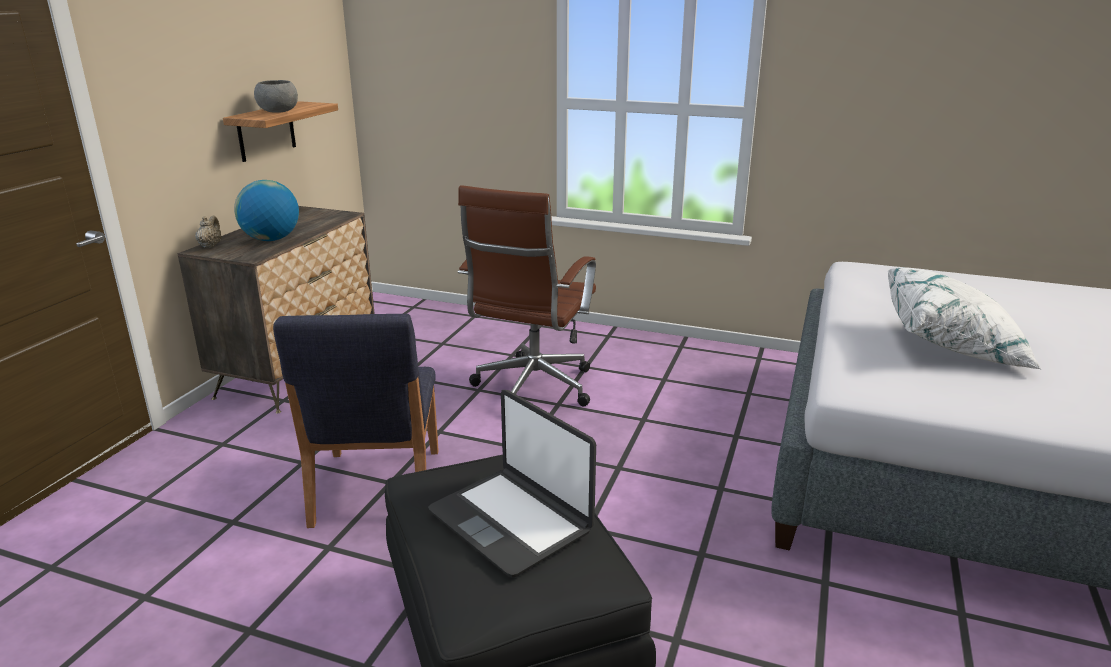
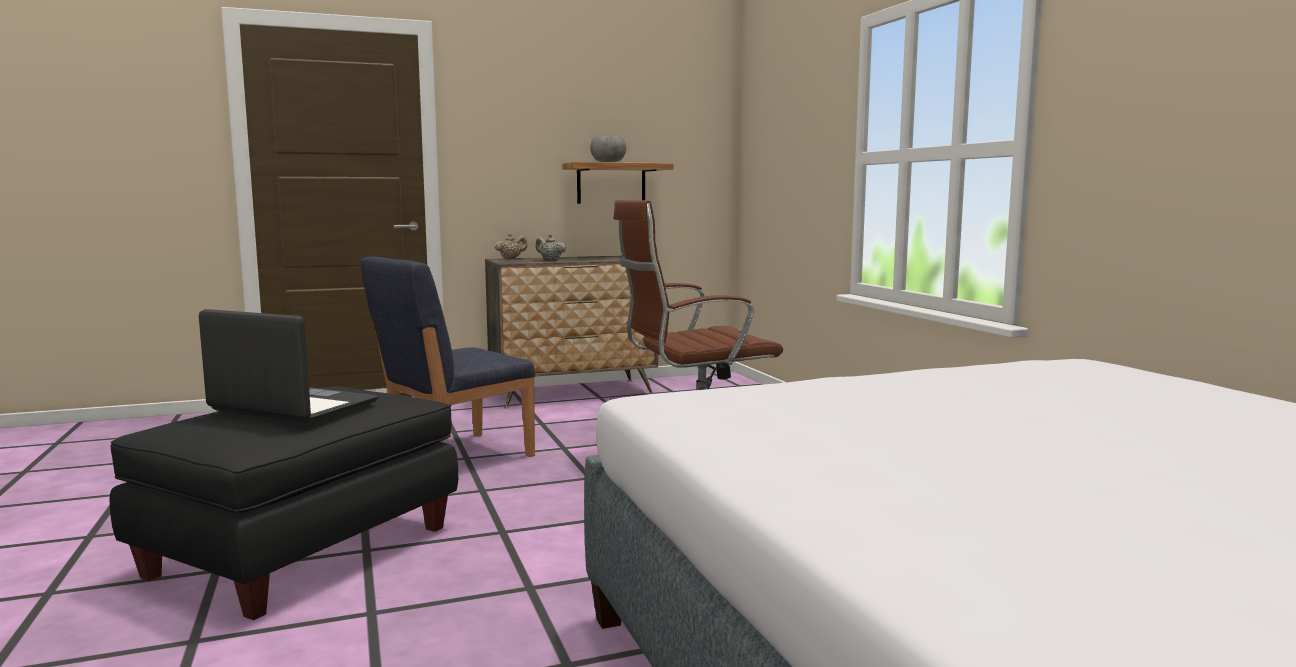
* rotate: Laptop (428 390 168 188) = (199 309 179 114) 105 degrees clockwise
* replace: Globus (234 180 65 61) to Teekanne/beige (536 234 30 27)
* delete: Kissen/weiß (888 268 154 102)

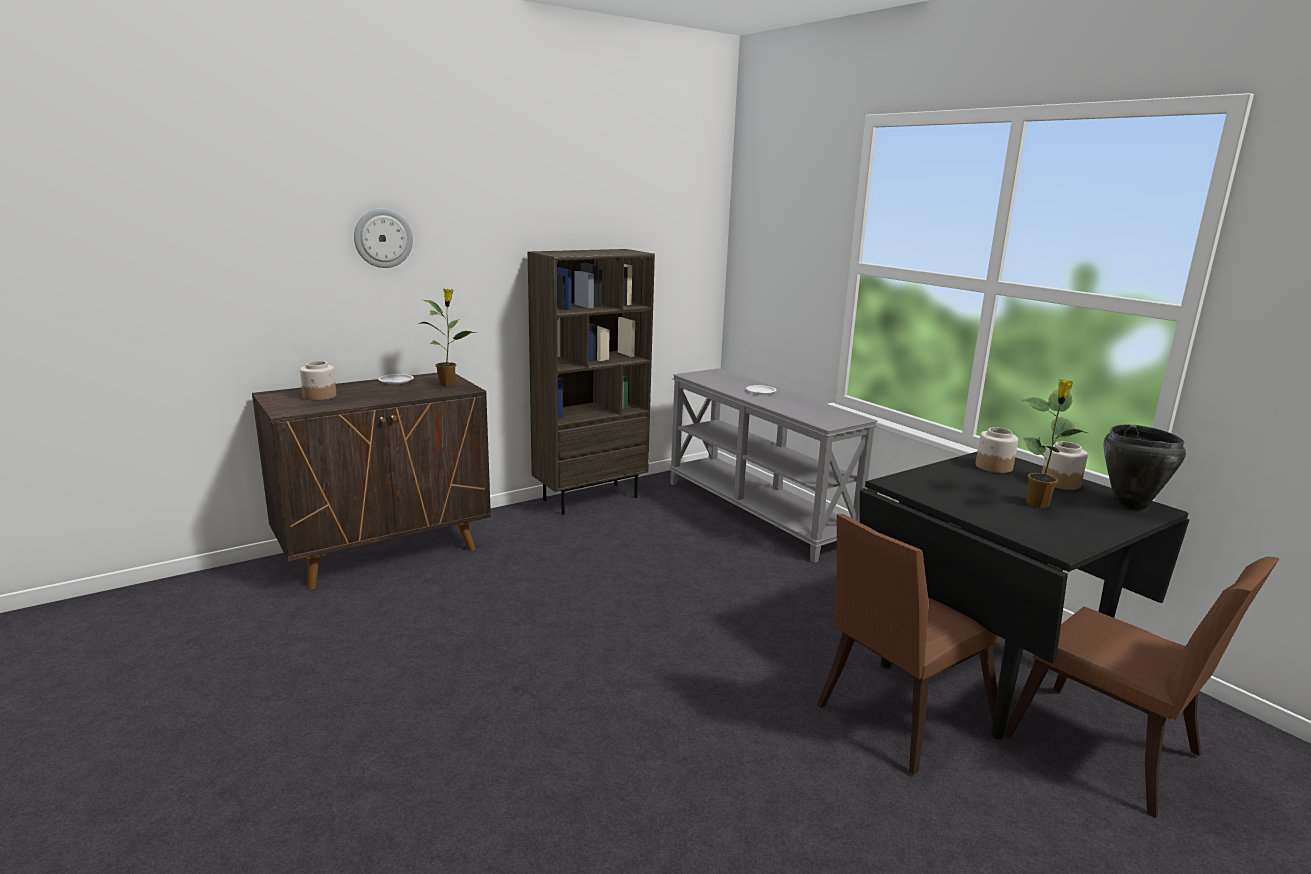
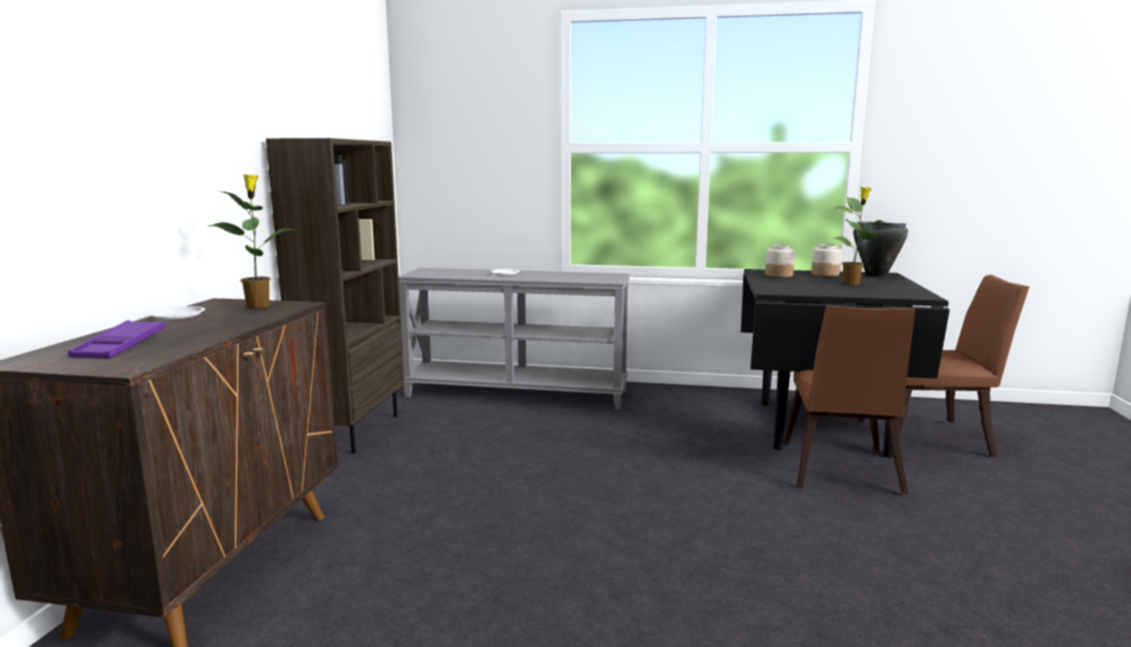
* replace: Vorratsglas (300 361 36 40) to Tablett/lila (68 320 97 38)
* delete: Wanduhr (354 208 59 60)

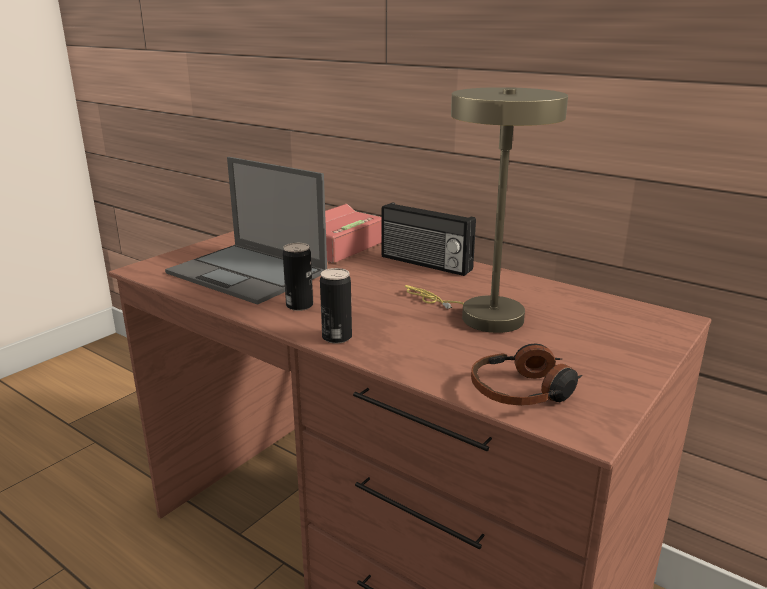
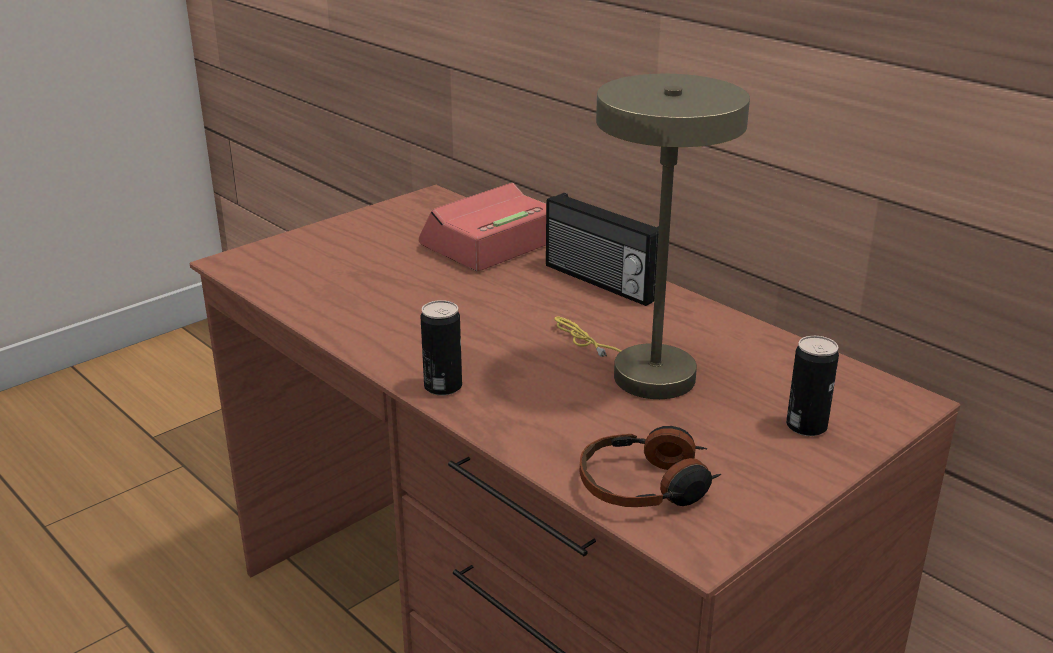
* move: Dose (283 243 30 68) to (786 336 53 100)
* delete: Laptop (165 157 162 148)

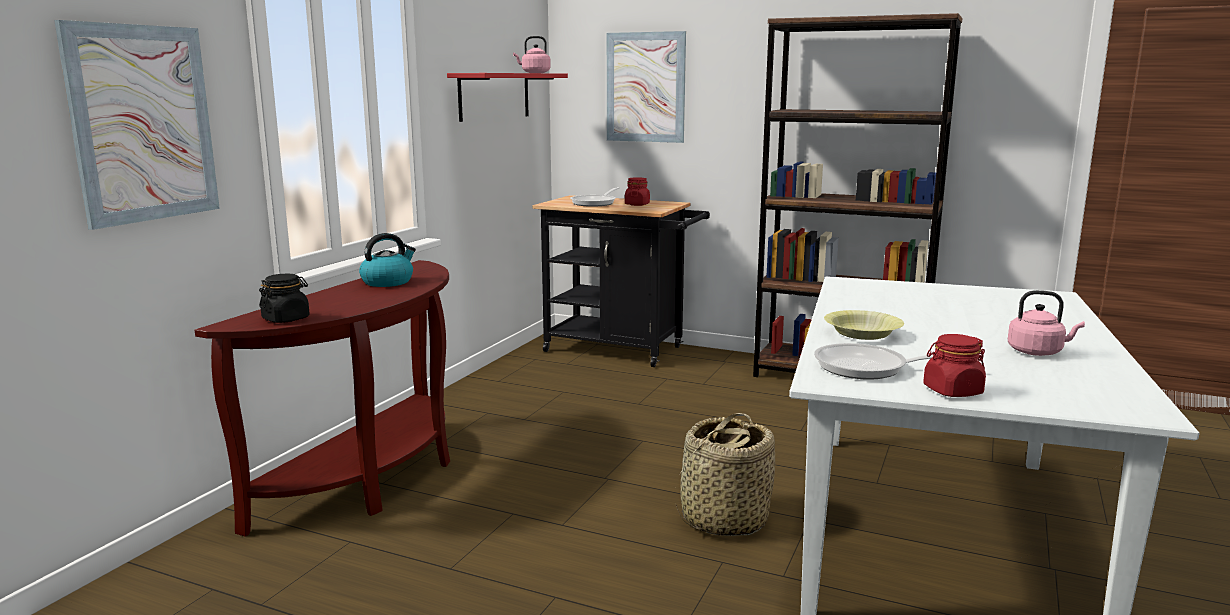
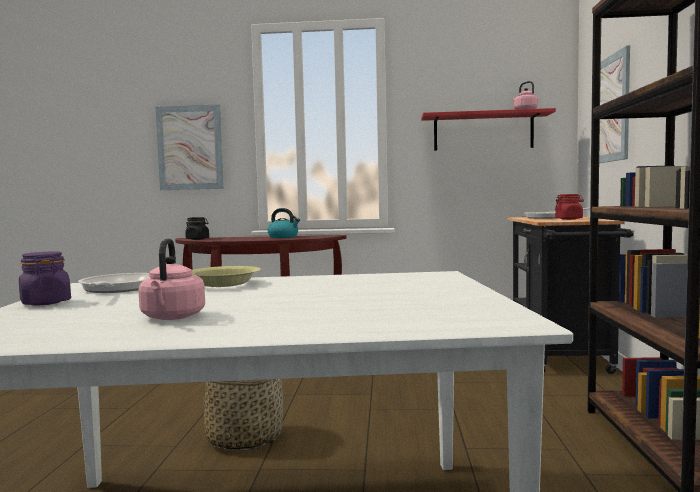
* recolor: Vorratsglas/rot (923 334 63 63) to Vorratsglas/lila (19 251 52 54)

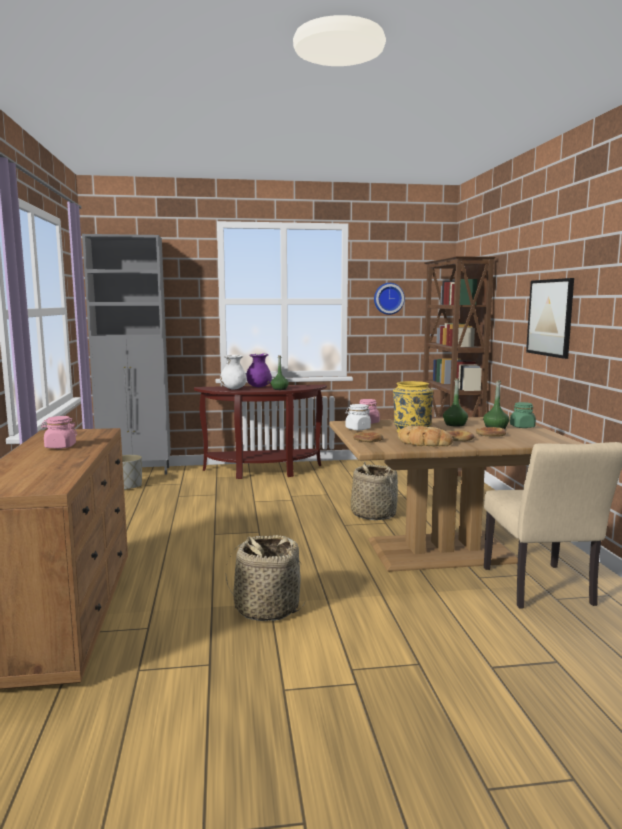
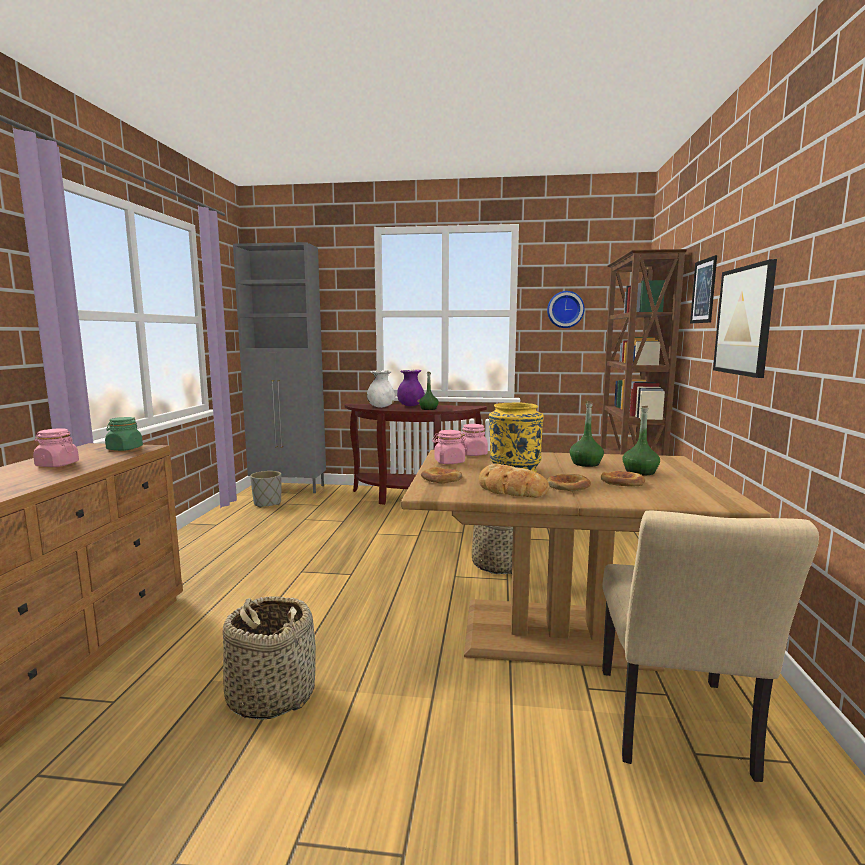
* move: Vorratsglas/grün (510 402 26 26) to (105 417 38 34)
* recolor: Vorratsglas/weiß (346 404 25 26) to Vorratsglas/rosa (432 430 35 34)
* insert: Bild (690 255 27 68)

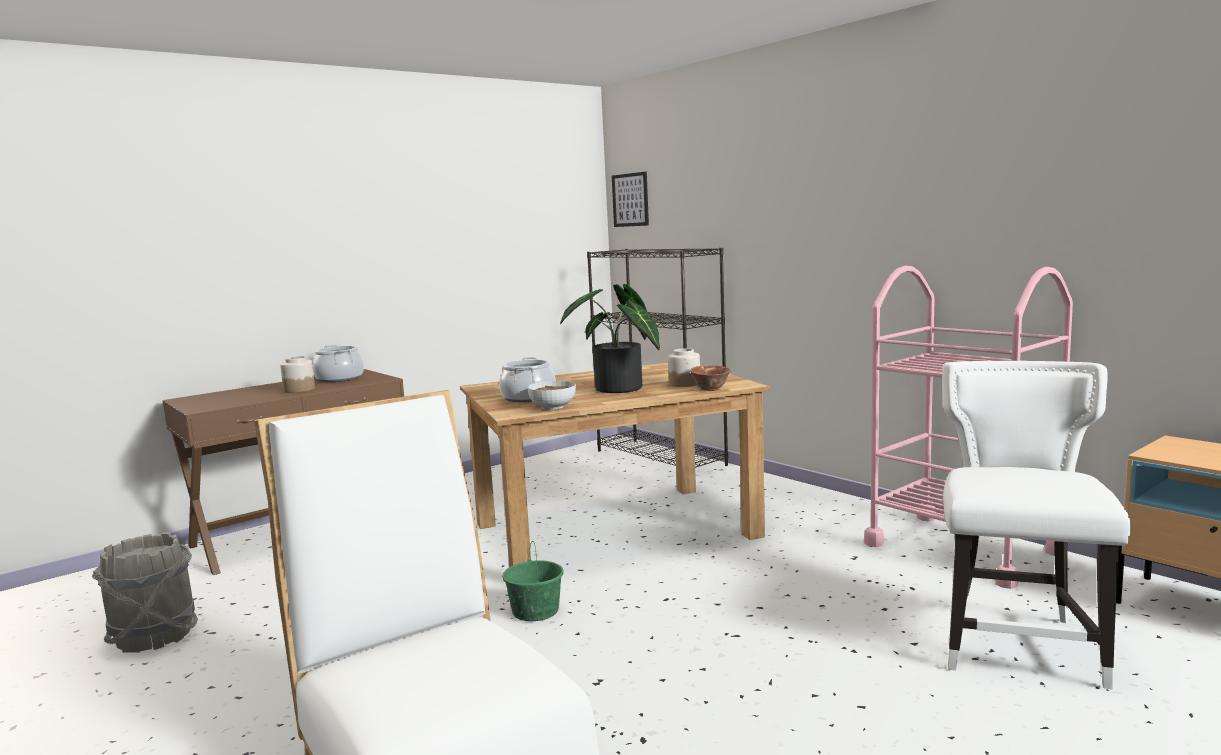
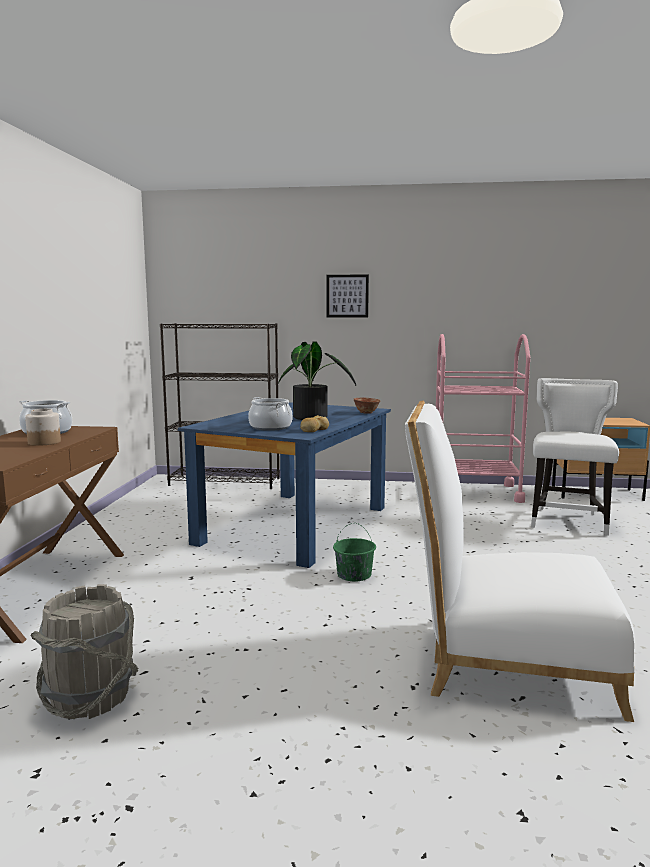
* recolor: Esstisch/braun (460 363 310 204) to Esstisch/blau (178 402 213 166)
* replace: Schüssel (528 381 48 29) to Brot (300 415 29 17)
* move: Bild (612 172 37 55) to (327 274 42 44)
* rotate: Stuhl/weiß (942 361 189 328) = (531 378 88 158) 45 degrees clockwise
* delete: Vorratsglas (668 348 32 39)

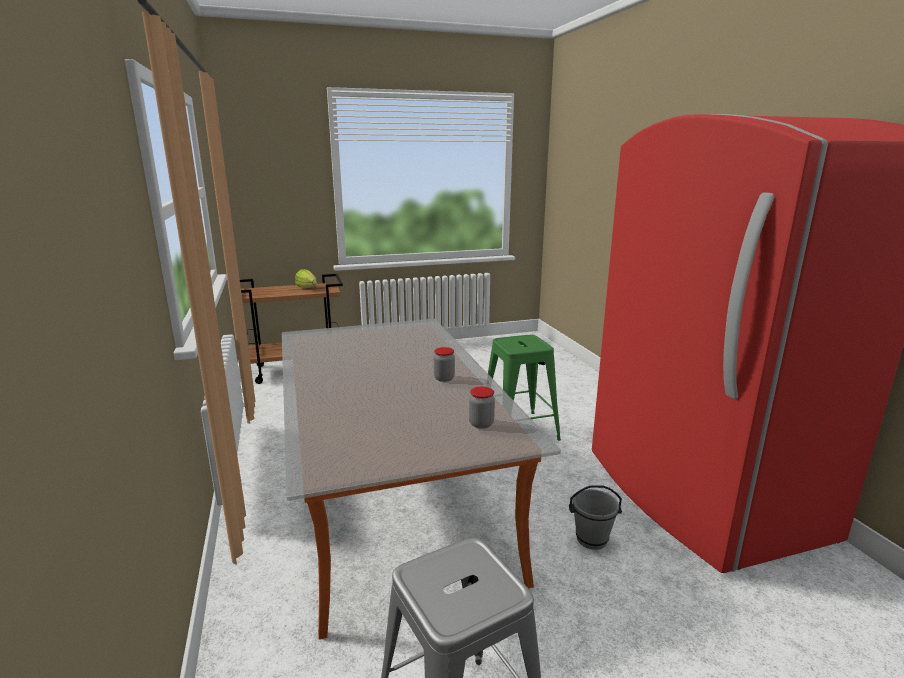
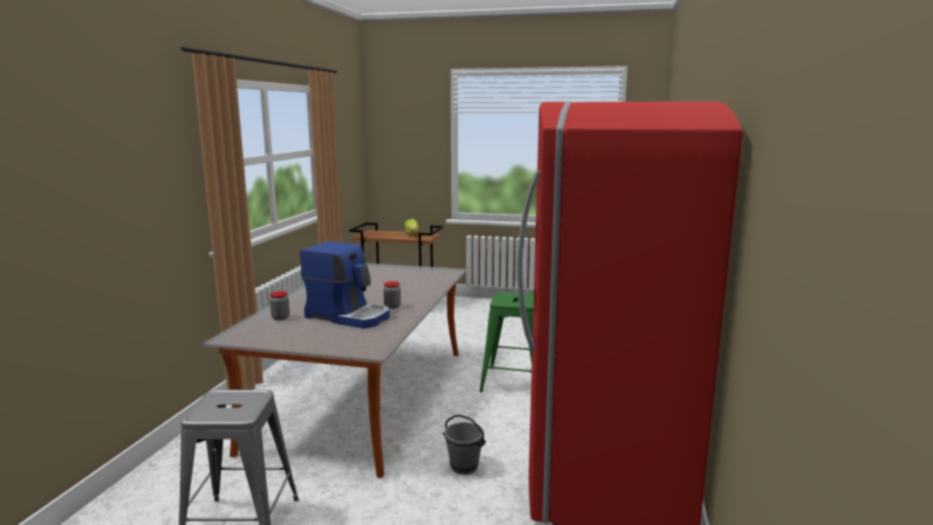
* move: Vorratsglas (469 387 26 42) to (270 291 20 29)
* insert: Kaffeemaschine (300 241 90 88)

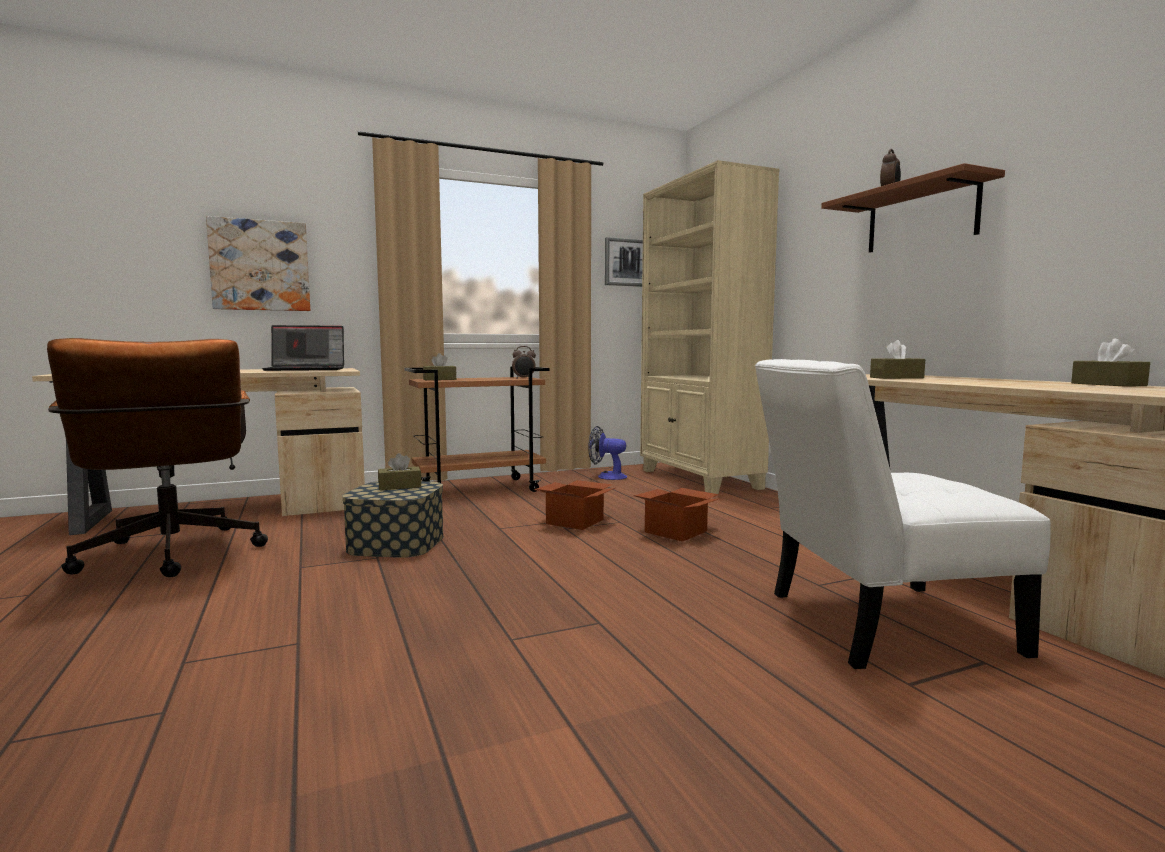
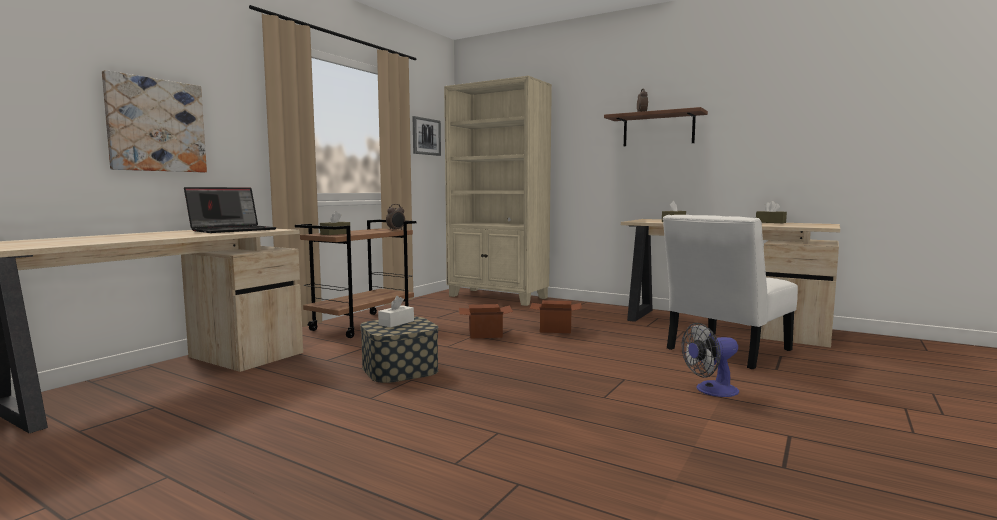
* recolor: Taschentuchbox/braun (378 453 43 37) to Taschentuchbox/weiß (378 296 36 32)
* move: Ventilator (588 426 39 54) to (681 323 58 74)
* delete: Bürostuhl/braun (47 338 221 239)

